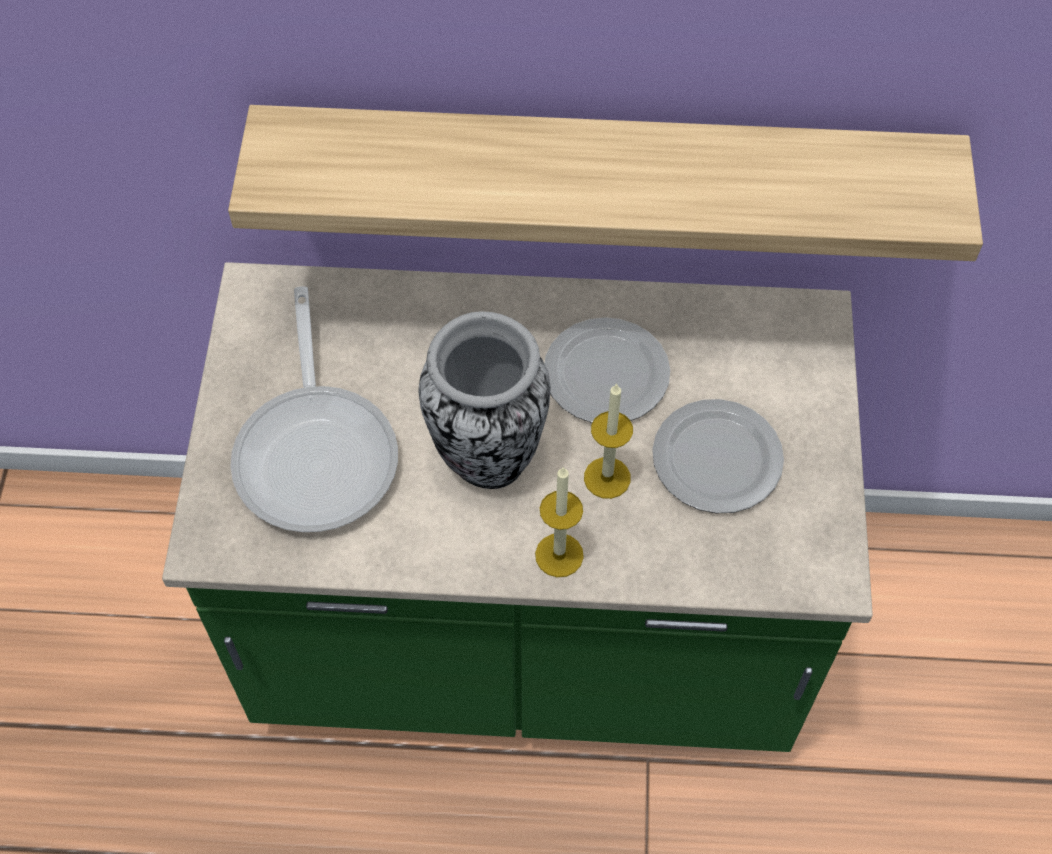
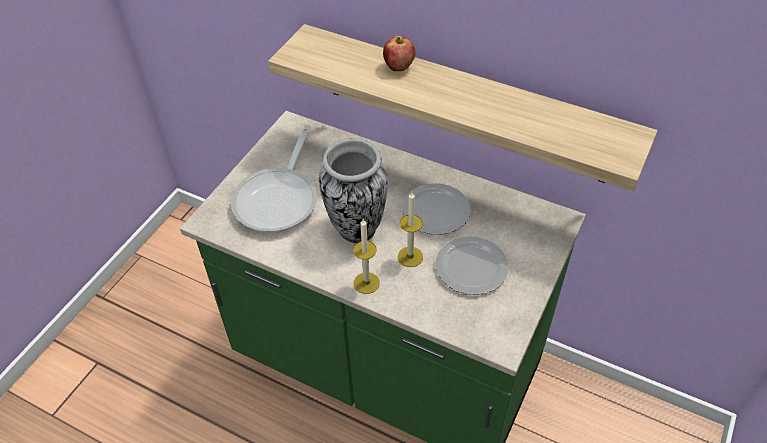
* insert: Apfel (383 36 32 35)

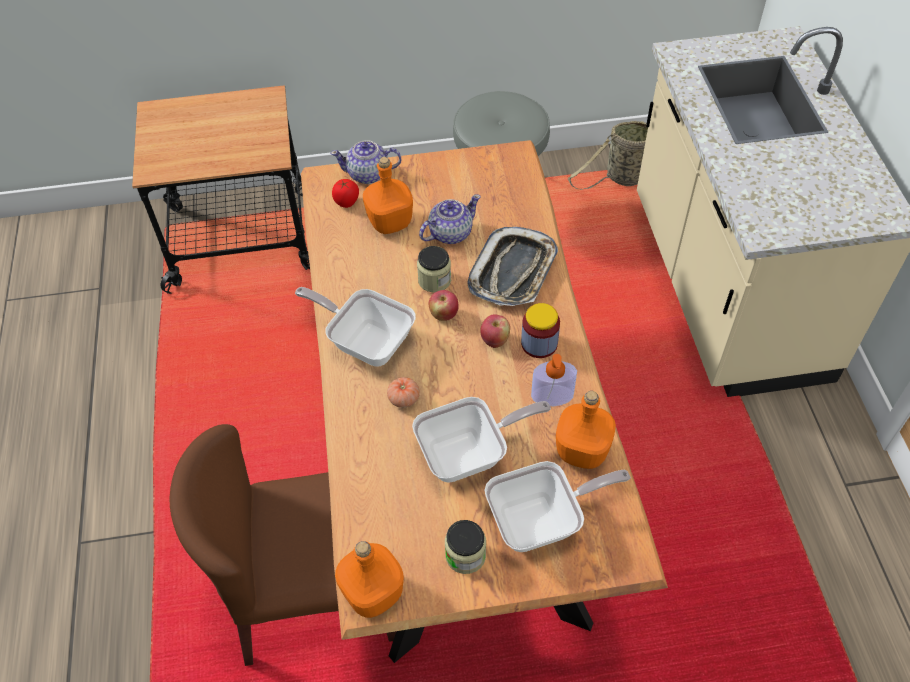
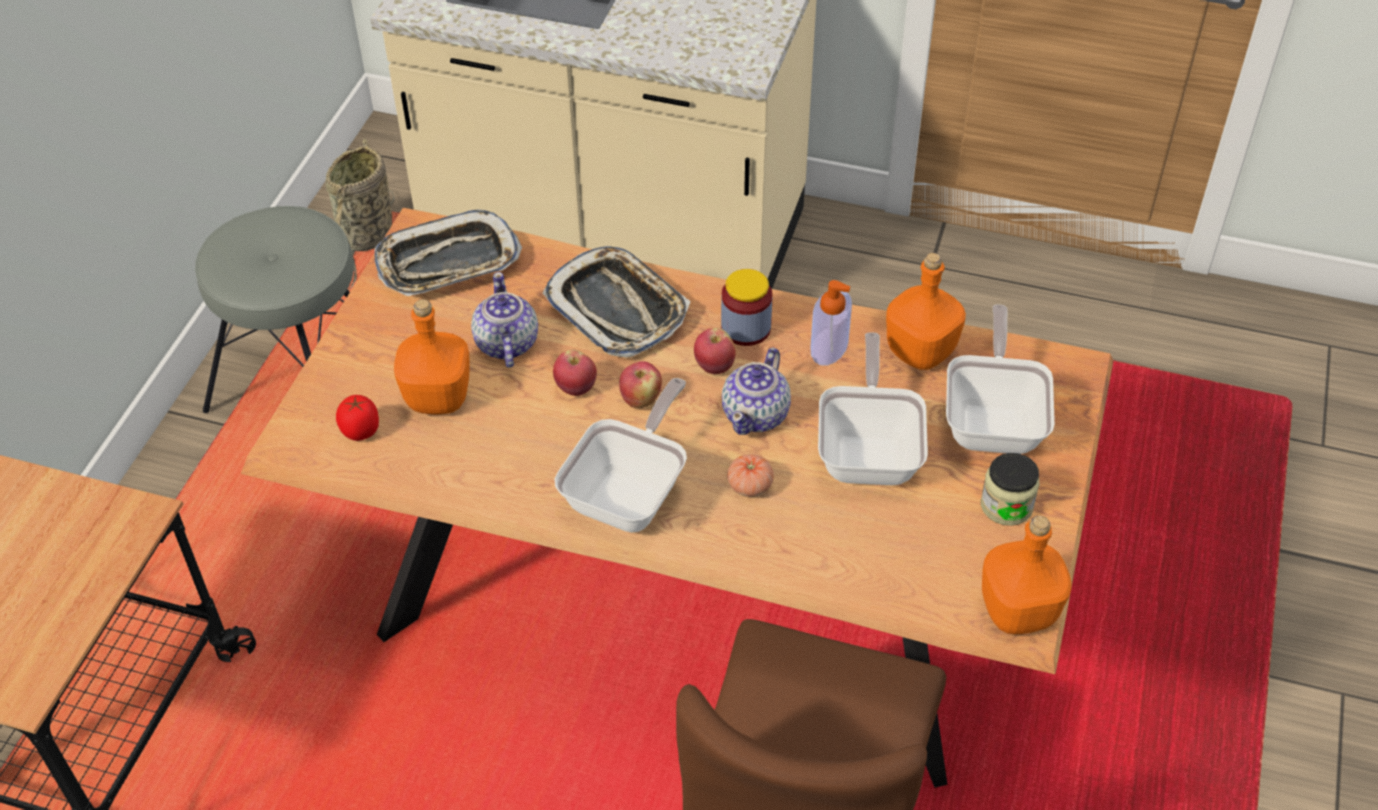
* insert: Tablett (374 209 148 87)
* replace: Vorratsglas (417 246 34 46) to Apfel (553 350 44 46)
* rotate: Pfanne (295 287 121 80) = (554 378 133 155) 150 degrees clockwise
* move: Teekanne (330 140 71 44) to (722 348 69 87)

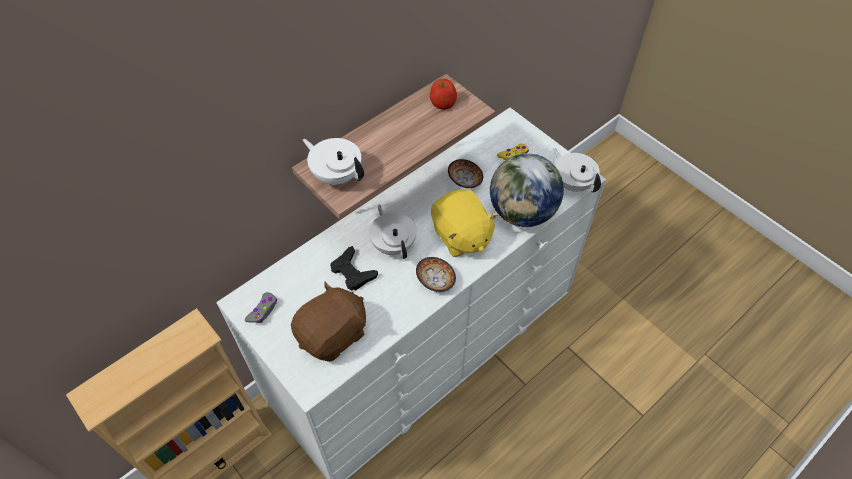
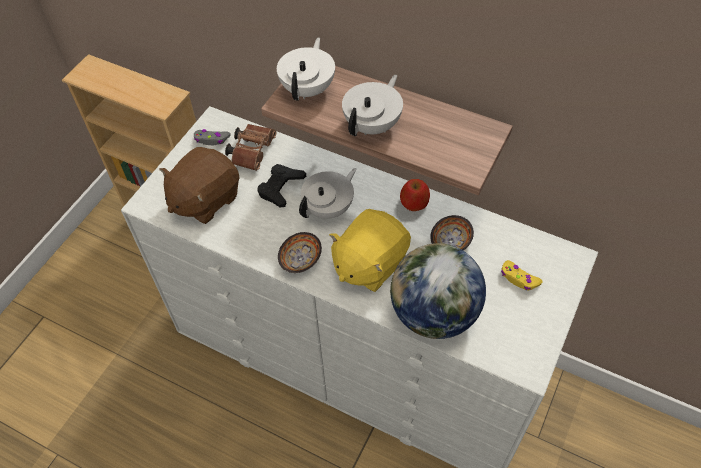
* rotate: Plüschtier/braun (291 281 75 81) = (159 147 81 77) 105 degrees clockwise
* insert: Fernglas/braun (225 124 51 47)
* move: Teekanne/weiß (553 148 48 44) to (342 75 61 61)
* move: Apfel (430 79 27 31) to (400 179 30 32)

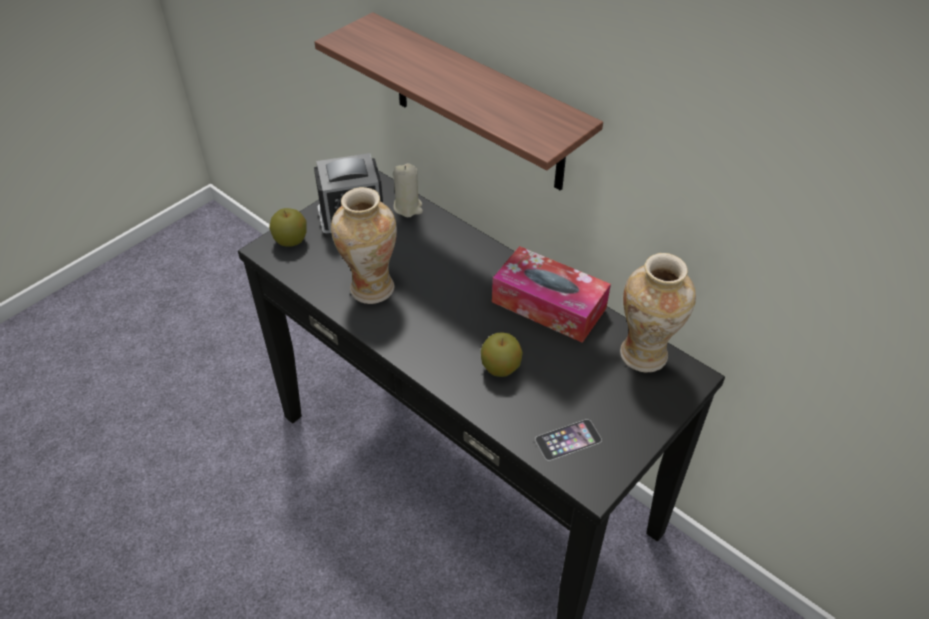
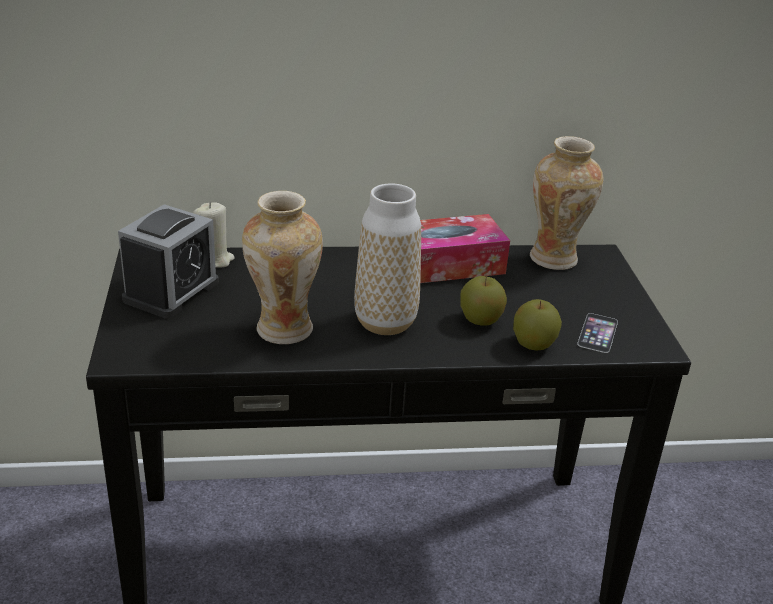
* insert: Vase (354 184 67 151)
* move: Apfel (269 208 38 39) to (513 299 49 52)
* delete: Wandregal (315 12 288 179)

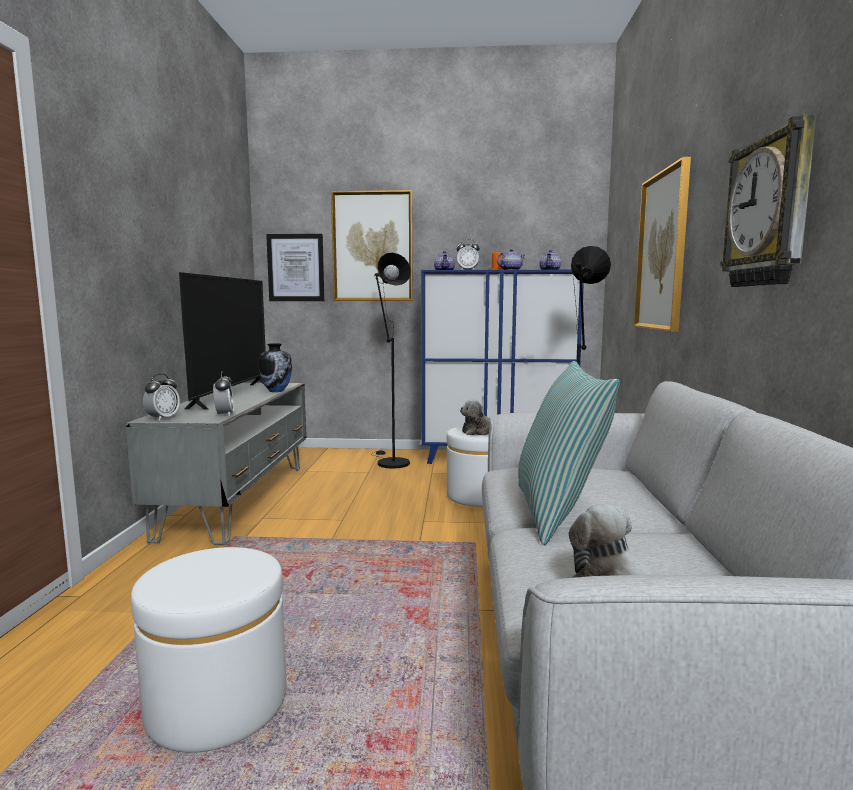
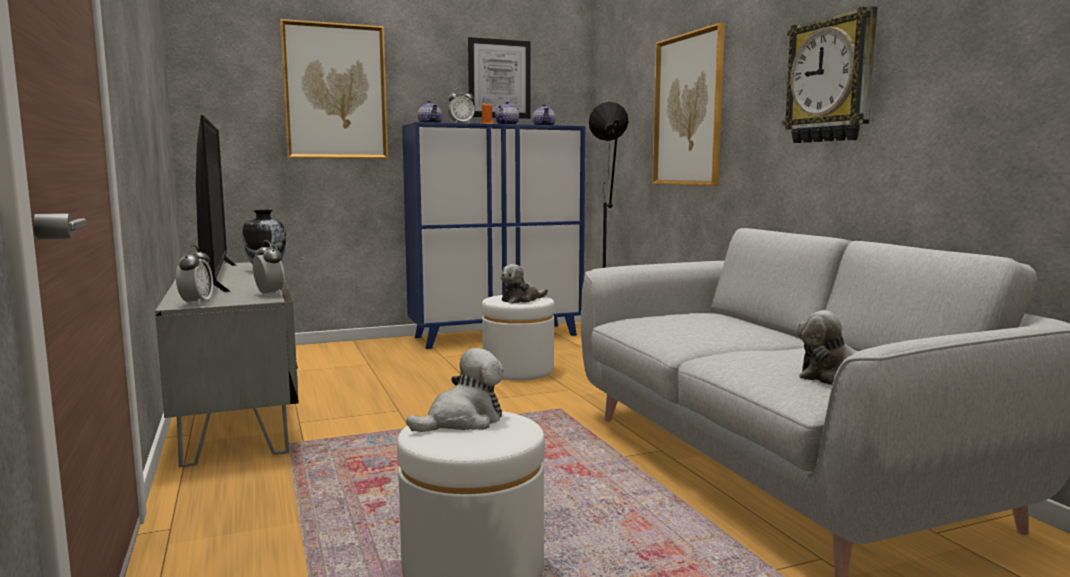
* insert: Plüschtier (406 348 98 84)
* move: Bild (266 234 58 67) to (468 37 63 82)
* delete: Stehlampe/schwarz (374 253 37 216)
* delete: Kissen (518 361 102 185)

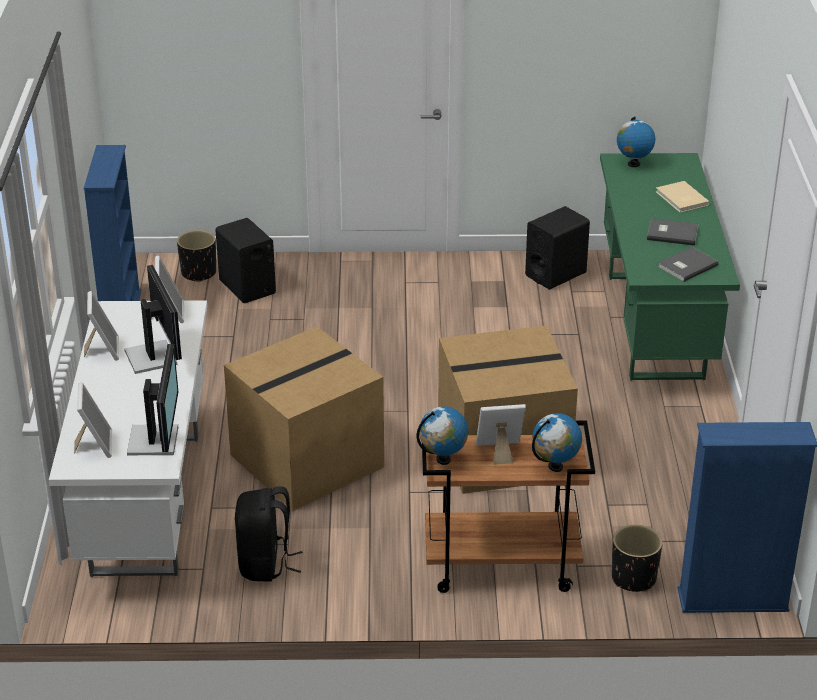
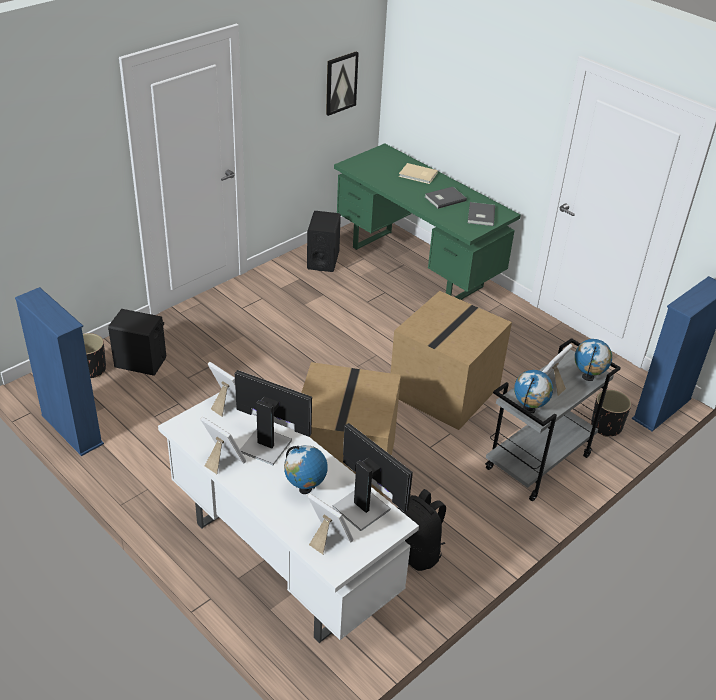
* move: Globus (617 116 38 51) to (284 445 44 49)
* insert: Bild (326 52 33 64)
* recolor: Rollwagen/braun (422 421 173 172) to Rollwagen/grau (485 338 136 163)

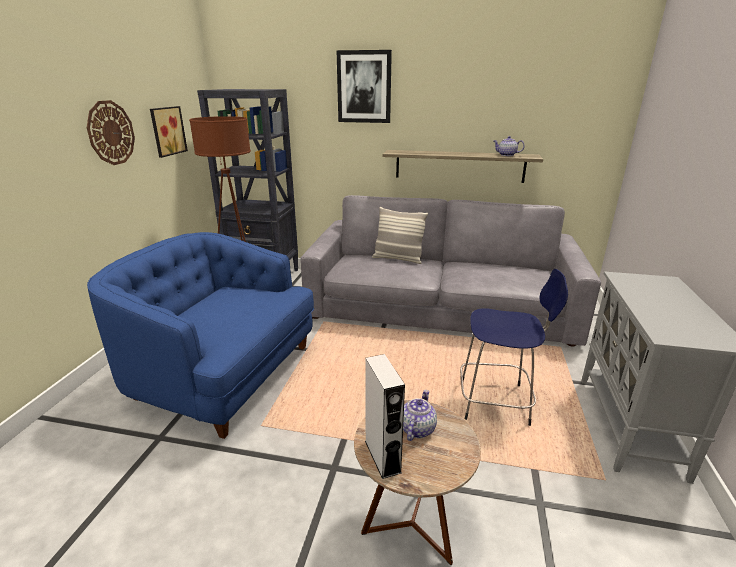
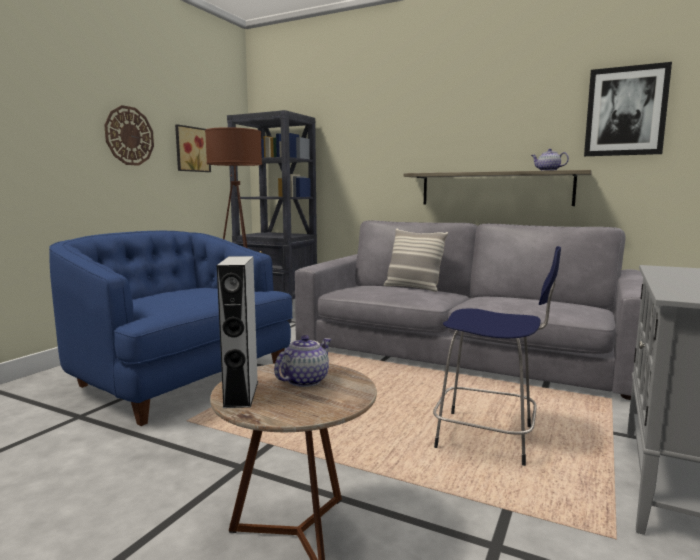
* move: Bild (336 50 56 73) to (584 62 88 94)

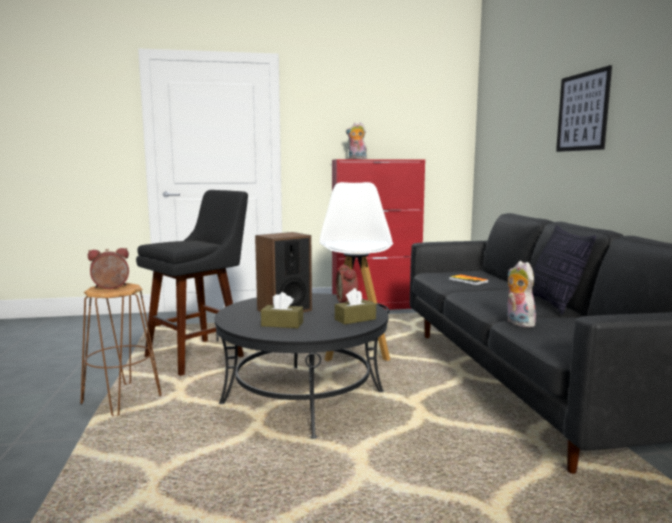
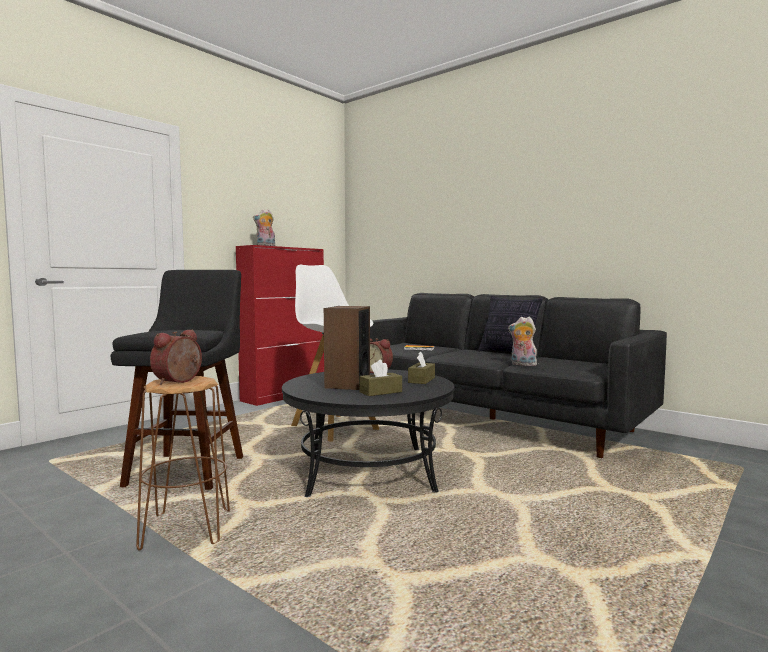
* delete: Bild (556 65 56 87)

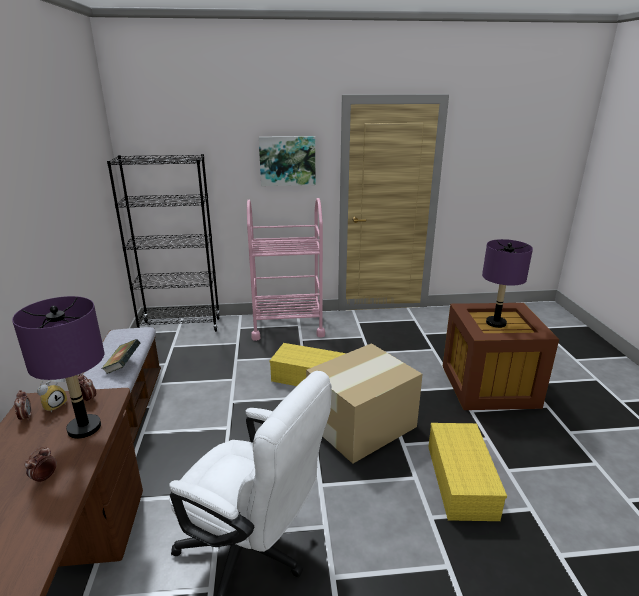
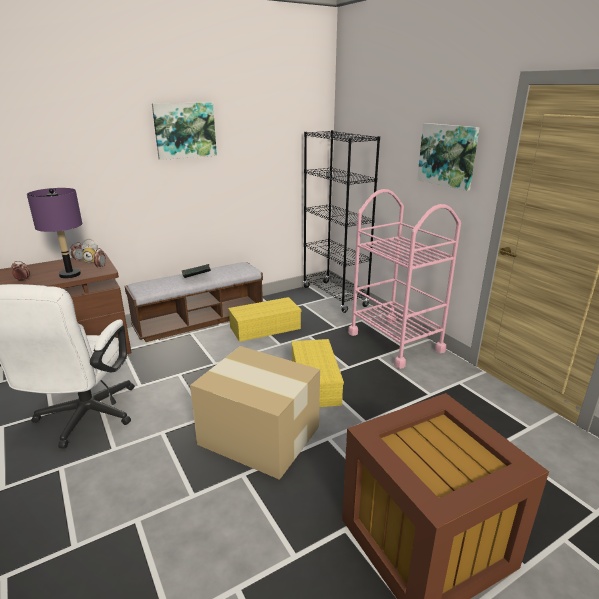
* insert: Bild (152 102 65 58)
* move: Aufbewahrungsbox/gelb (428 423 79 98) to (228 297 73 45)
* delete: Tischlampe/lila (482 239 51 89)

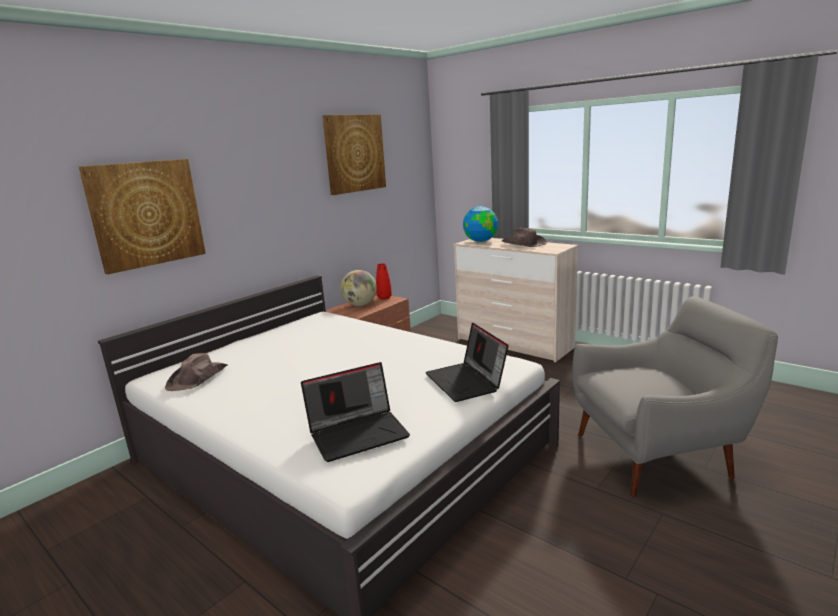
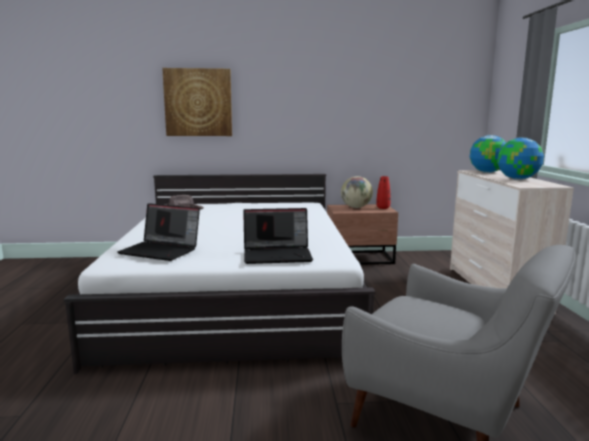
* rotate: Laptop (425 323 84 79) = (243 208 70 56) 120 degrees counterclockwise
* replace: Hut/braun (502 228 45 19) to Globus (497 138 47 42)
* delete: Bild (322 114 64 81)

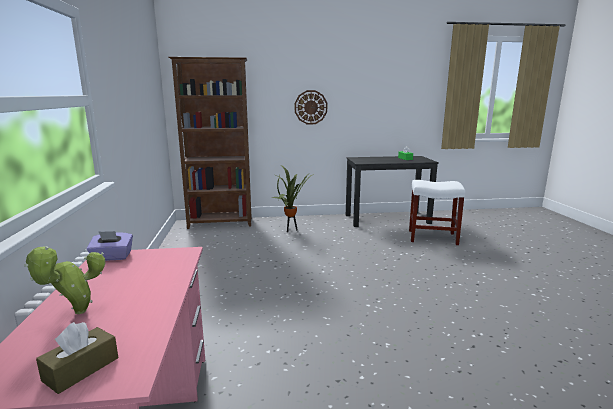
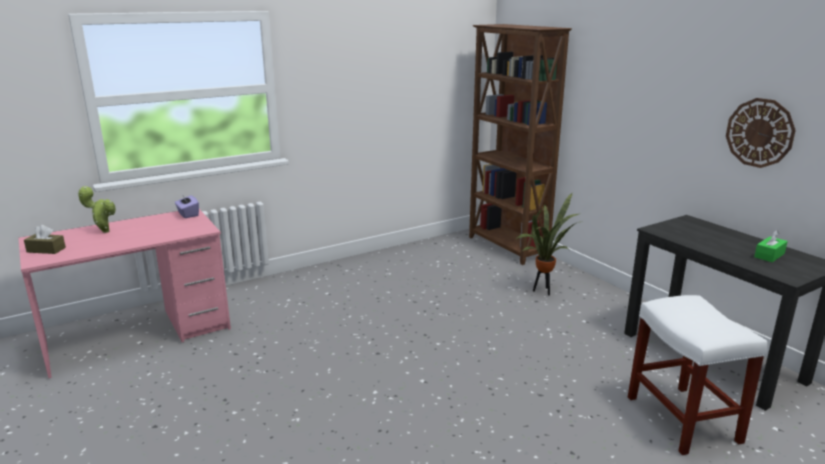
* move: Wanduhr (295 90 32 34) to (726 98 70 70)

